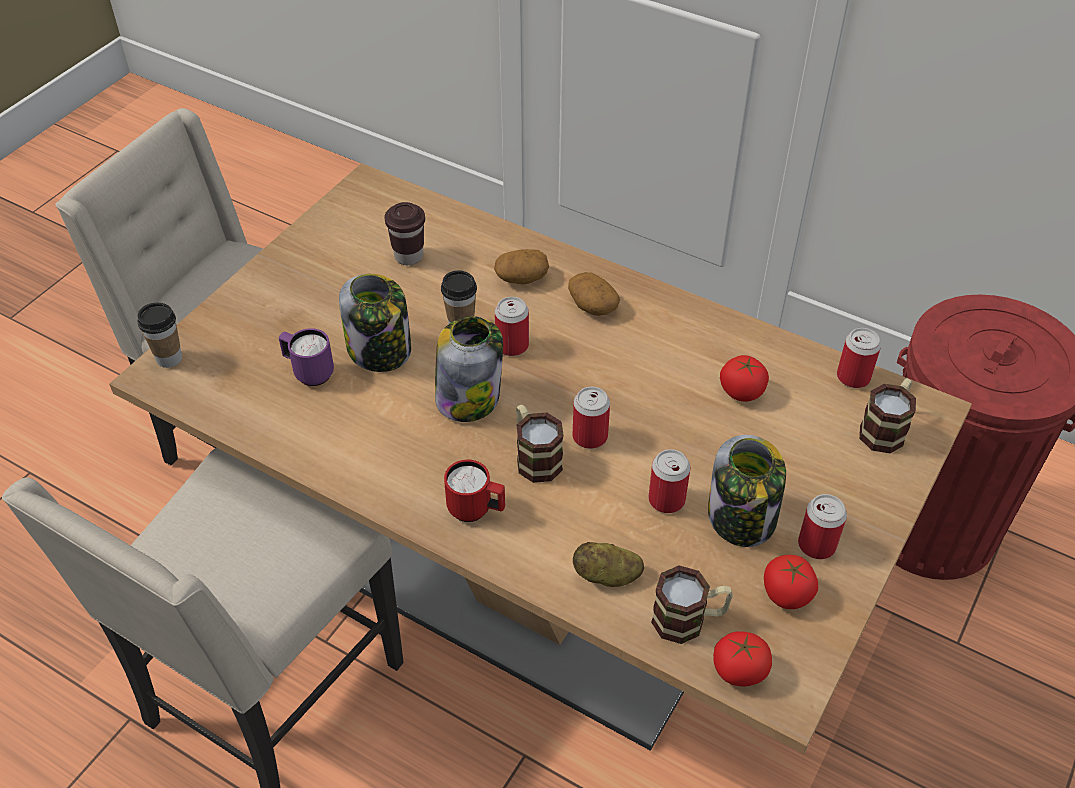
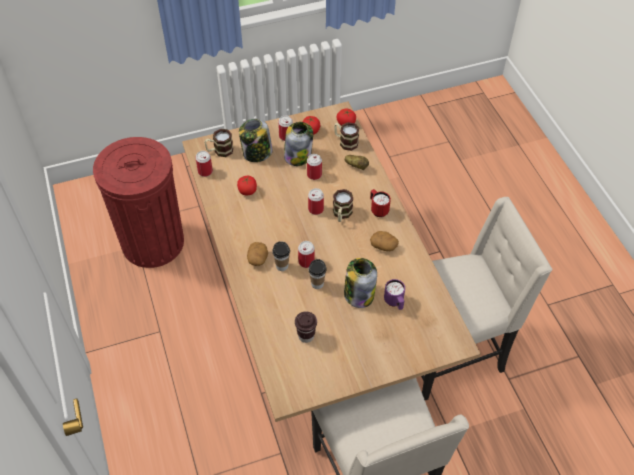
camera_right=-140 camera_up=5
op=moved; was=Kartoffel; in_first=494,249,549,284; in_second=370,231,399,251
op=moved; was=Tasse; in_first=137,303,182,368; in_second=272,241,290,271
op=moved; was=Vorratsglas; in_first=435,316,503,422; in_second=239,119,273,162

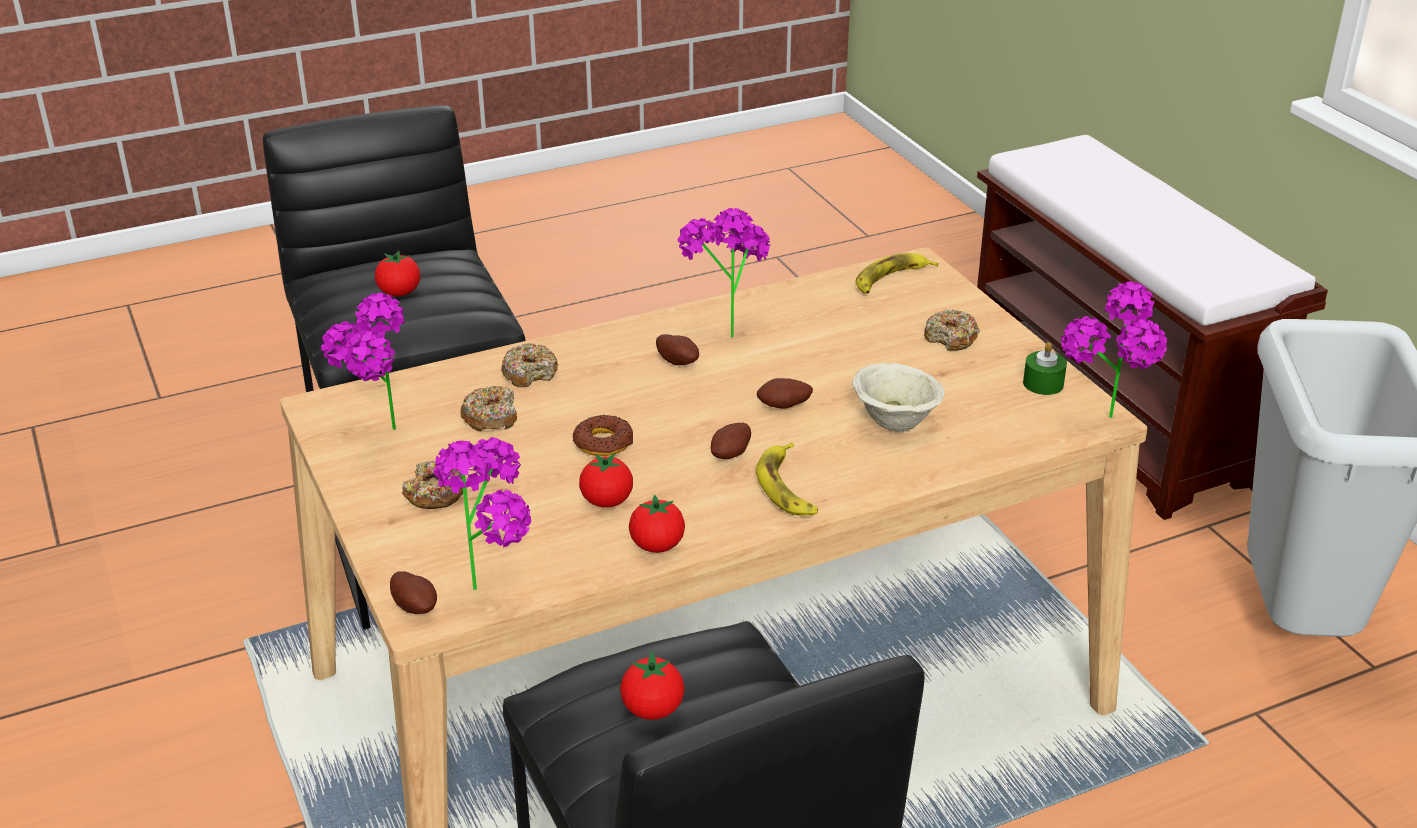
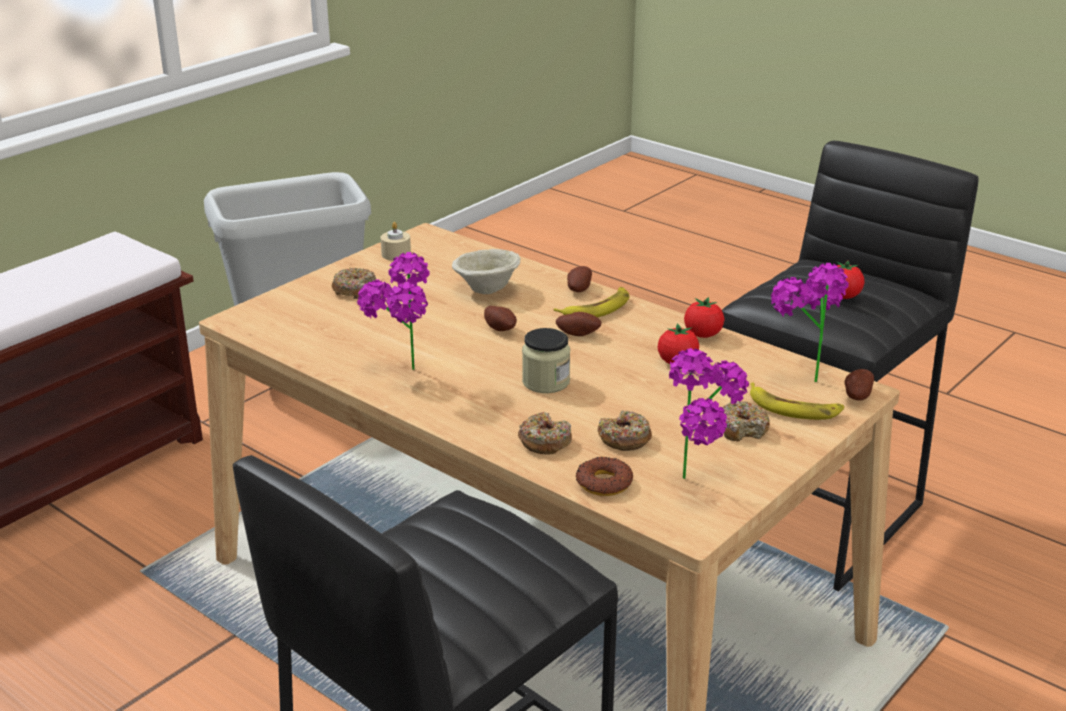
camera_right=-115 camera_up=-5
op=removed; was=Tomate; in_first=375,250,420,296
op=moved; was=Banane; in_first=856,253,939,294; in_second=750,383,844,420
op=removed; was=Topfpflanze; in_first=1061,281,1167,418
op=moved; was=Kartoffel; in_first=656,334,699,365; in_second=567,266,592,292
op=recoloured; was=Kerze (grün); now=Kerze (beige); in_first=1023,342,1067,395; in_second=381,222,411,261
op=moved; was=Donut; in_first=573,415,633,456; in_second=576,456,633,496
op=added; now=Vorratsglas; in_second=522,328,570,393

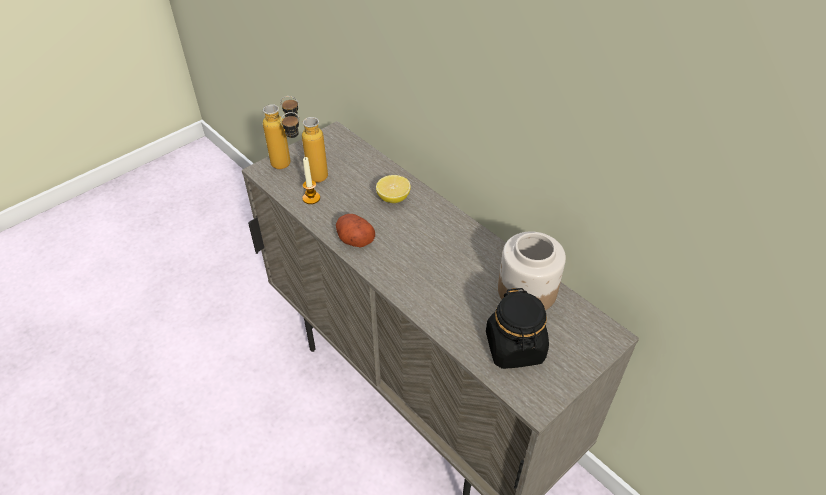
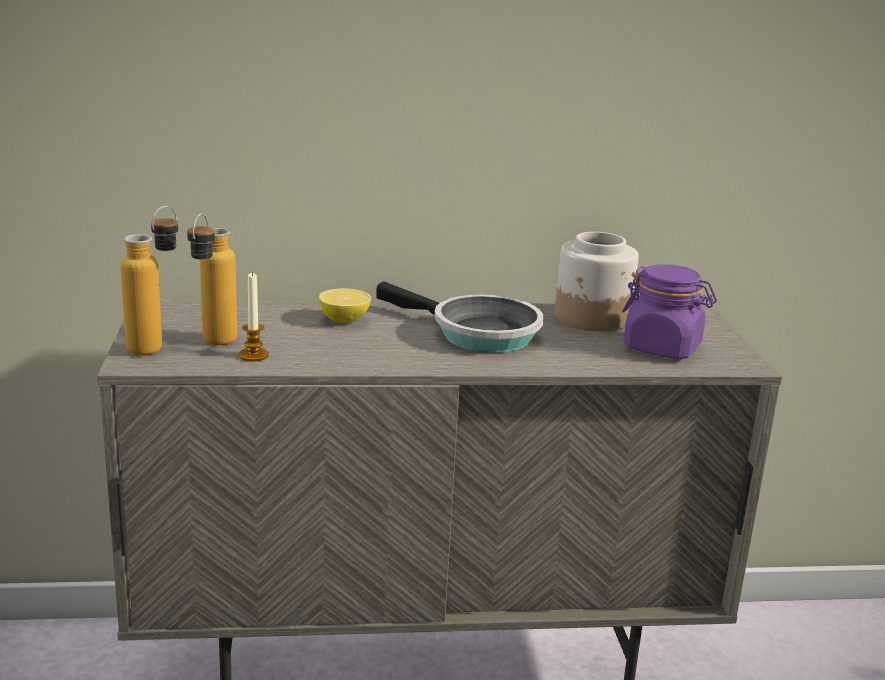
camera_right=-55 camera_up=-25
op=removed; was=Kartoffel; in_first=336,214,375,248
op=recoloured; was=Vorratsglas (schwarz); now=Vorratsglas (lila); in_first=486,288,549,369; in_second=622,264,717,359
op=added; now=Pfanne; in_second=376,281,544,353

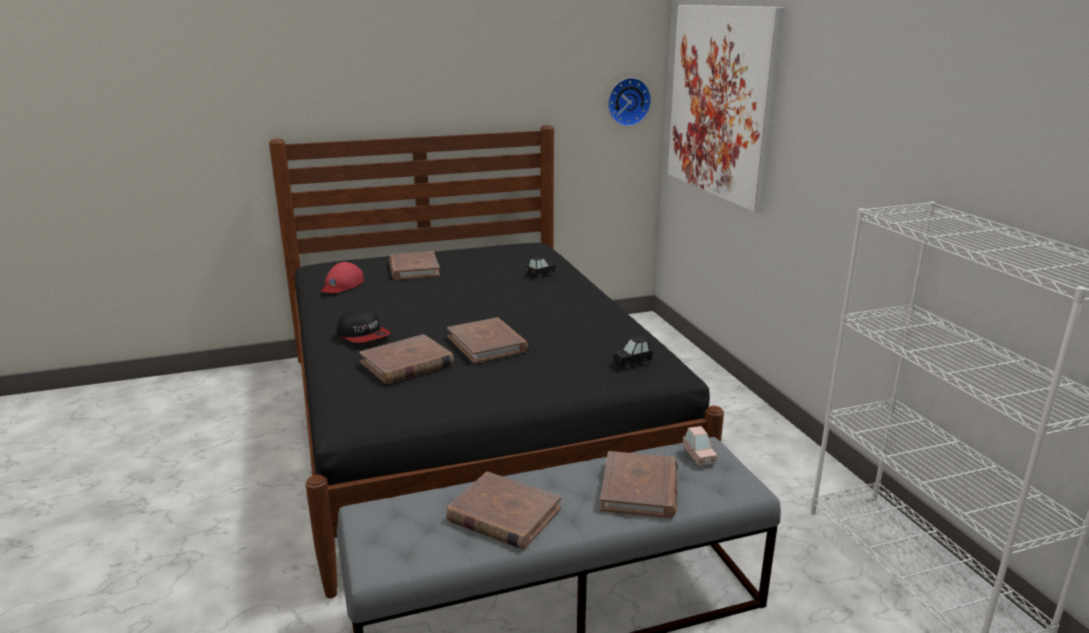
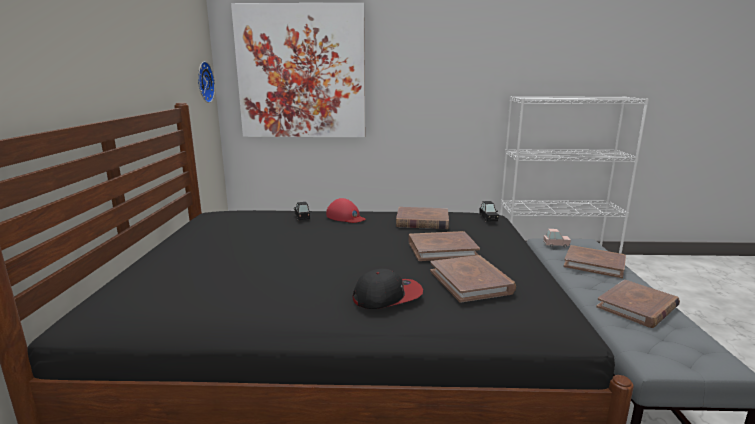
camera_right=-70 camera_up=-5
op=moved; was=Buch (braun); in_first=389,251,440,280; in_second=396,207,449,229
op=moved; was=Kappe (rot); in_first=321,262,364,293; in_second=326,198,366,223

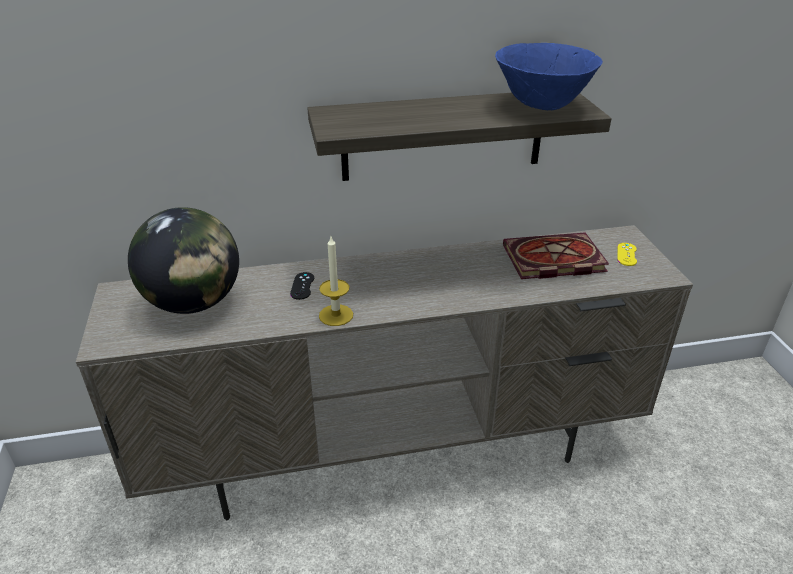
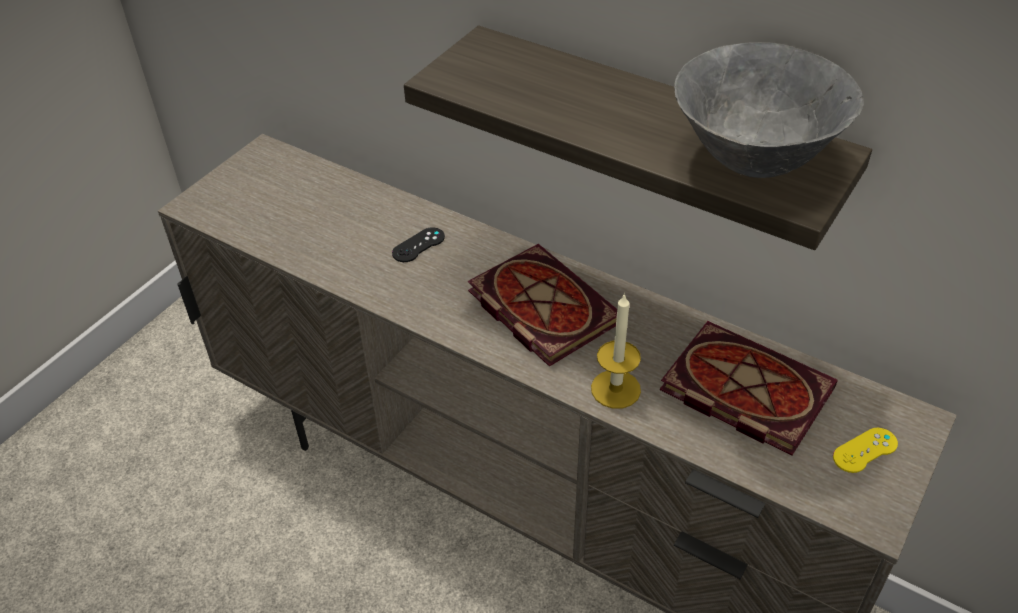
camera_right=45 camera_up=10
op=recoloured; was=Schüssel (blau); now=Schüssel (grau); in_first=495,43,603,110; in_second=674,42,864,178
op=removed; was=Globus; in_first=128,207,239,314
op=moved; was=Kerze; in_first=319,237,353,326; in_second=591,293,641,409
op=added; now=Buch; in_second=468,244,617,366

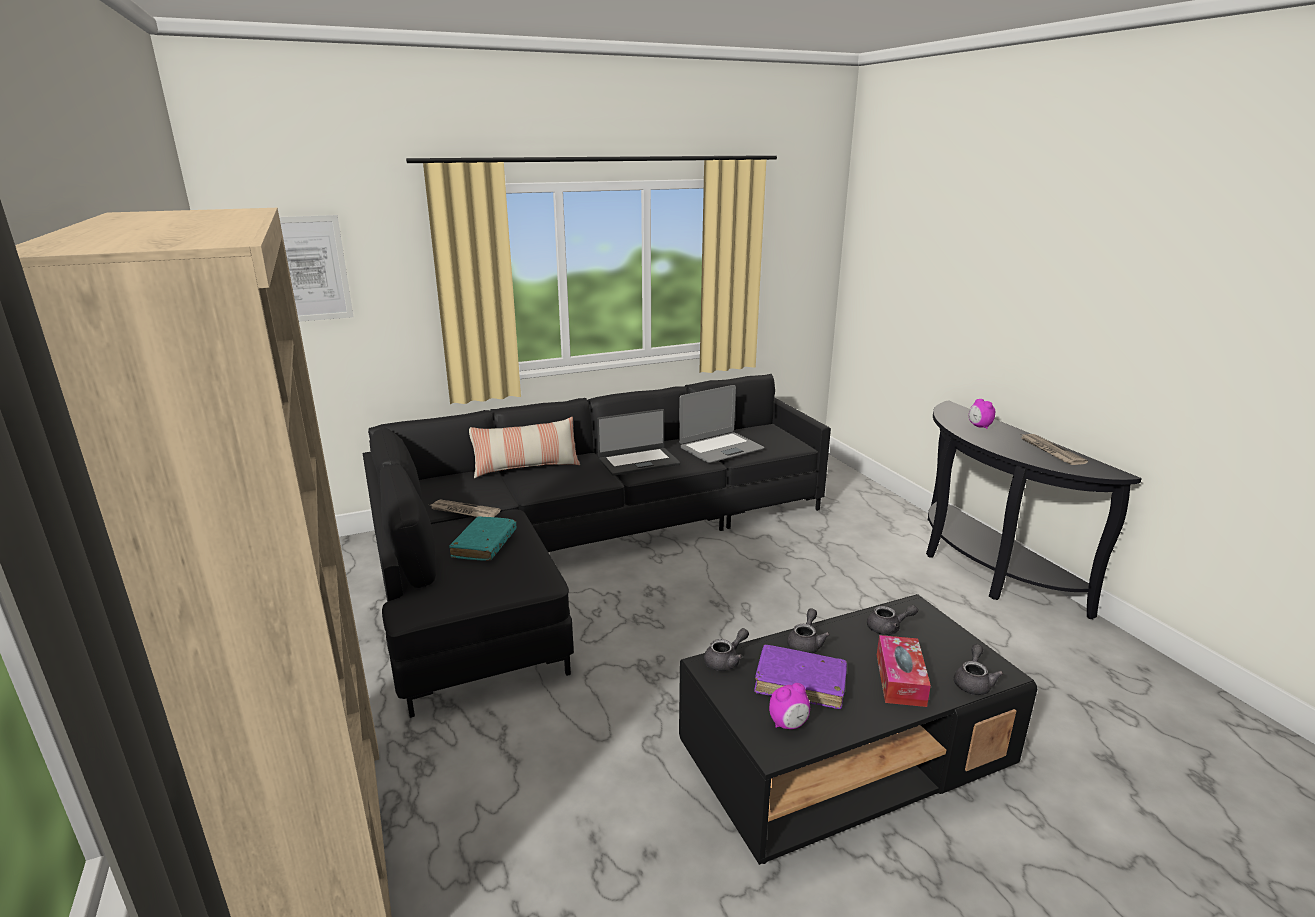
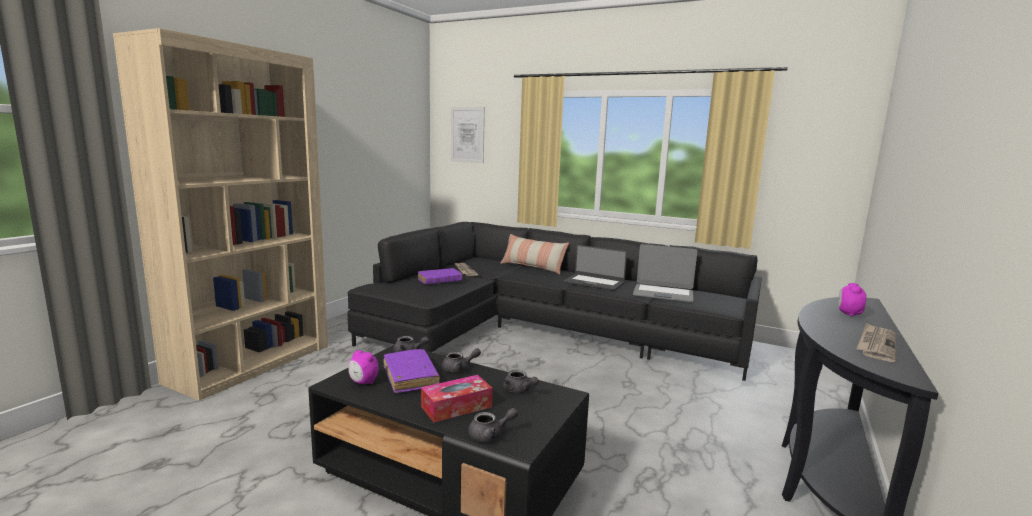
camera_right=50 camera_up=-10
op=recoloured; was=Buch (türkis); now=Buch (lila); in_first=449,516,516,561; in_second=418,268,462,285

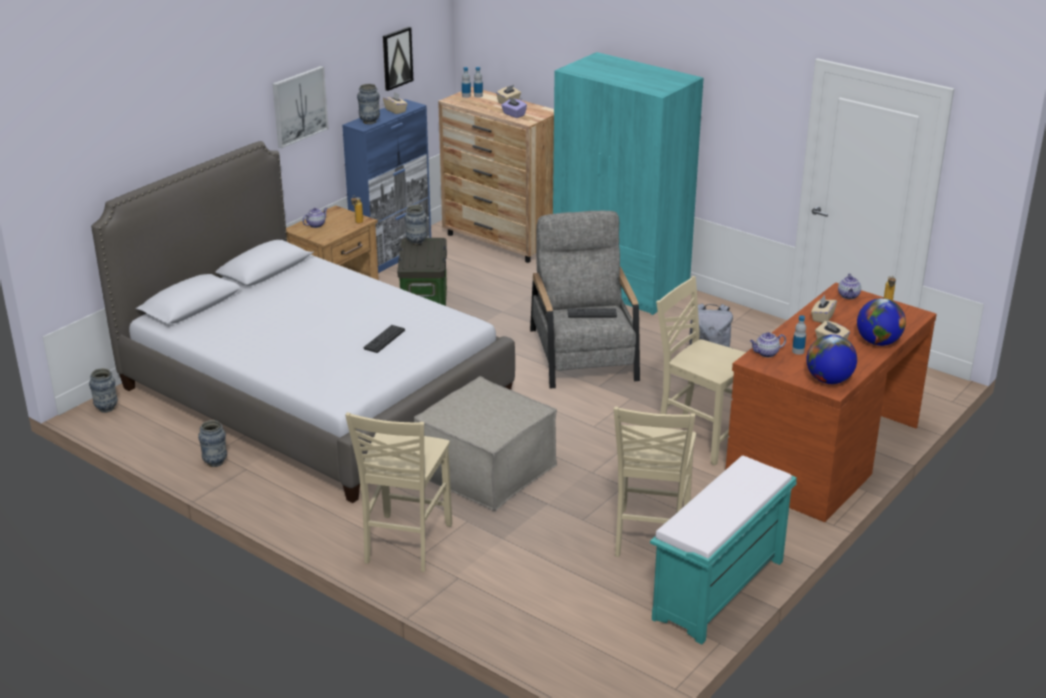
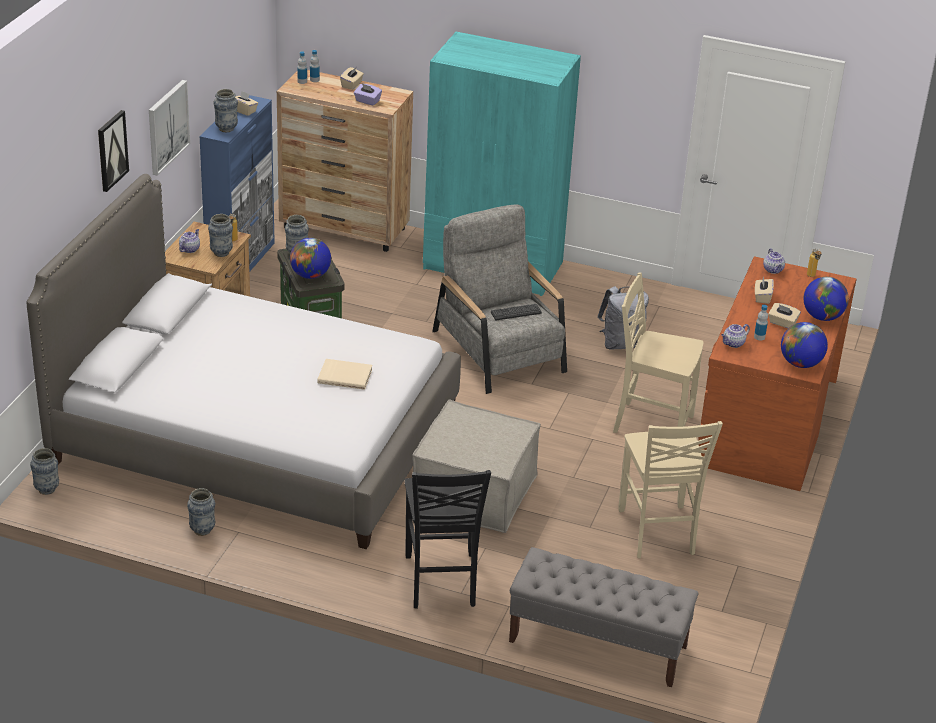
camera_right=-20 camera_up=5
op=moved; was=Bild; in_first=383,27,413,91; in_second=98,110,129,192
op=replaced; was=Tastatur; now=Buch (beige); in_first=364,325,405,353; in_second=317,359,372,390
op=recoloured; was=Stuhl (beige); now=Stuhl (schwarz); in_first=345,412,452,572; in_second=405,470,491,609
op=removed; was=Bank (türkis); in_first=650,456,797,644
op=added; now=Vase; in_second=208,214,233,257
op=added; now=Globus; in_second=290,238,331,279
op=added; now=Bank (grau); in_second=509,547,699,687

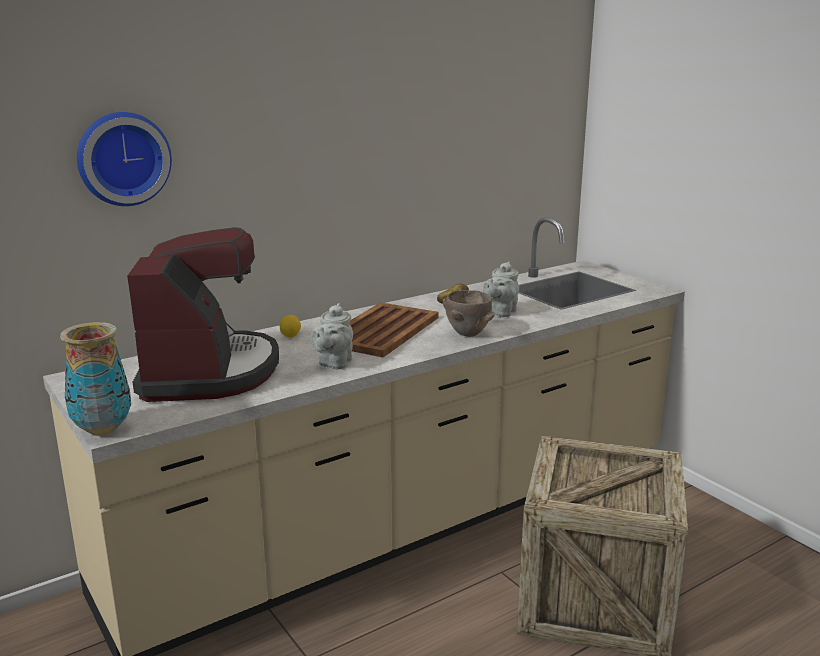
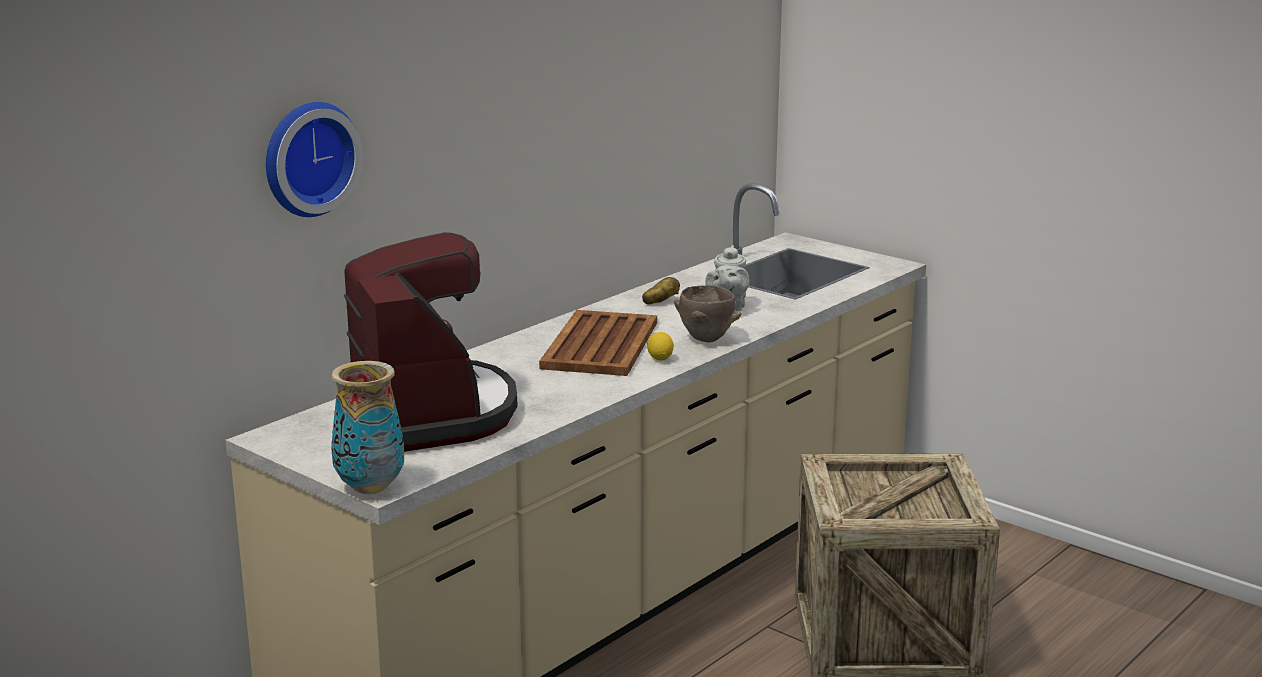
camera_right=-15 camera_up=0
op=removed; was=Teekanne (grau); in_first=311,303,353,370
op=moved; was=Zitrone; in_first=280,315,301,337; in_second=647,332,674,361

